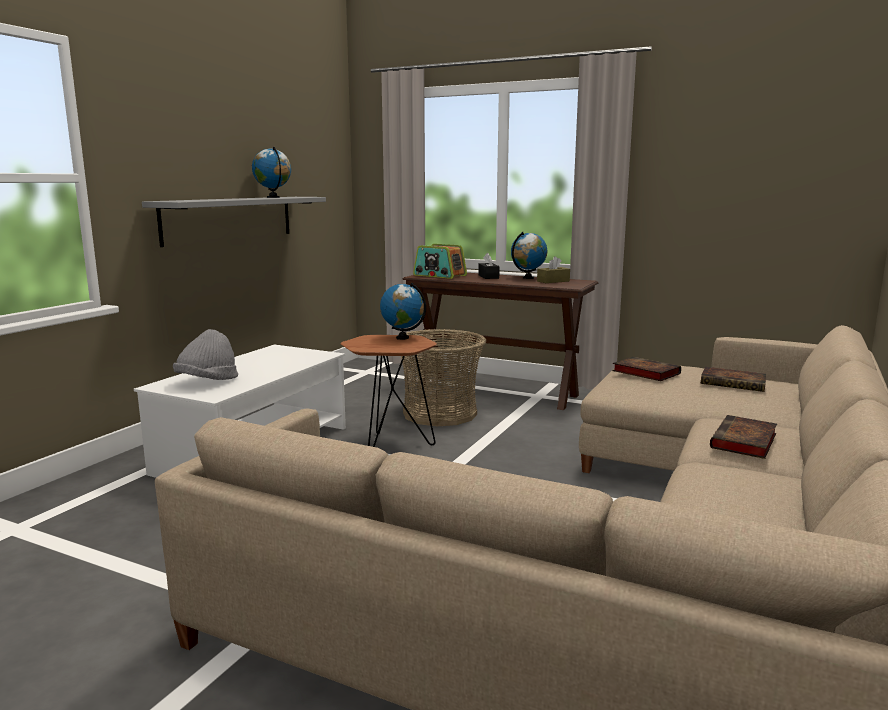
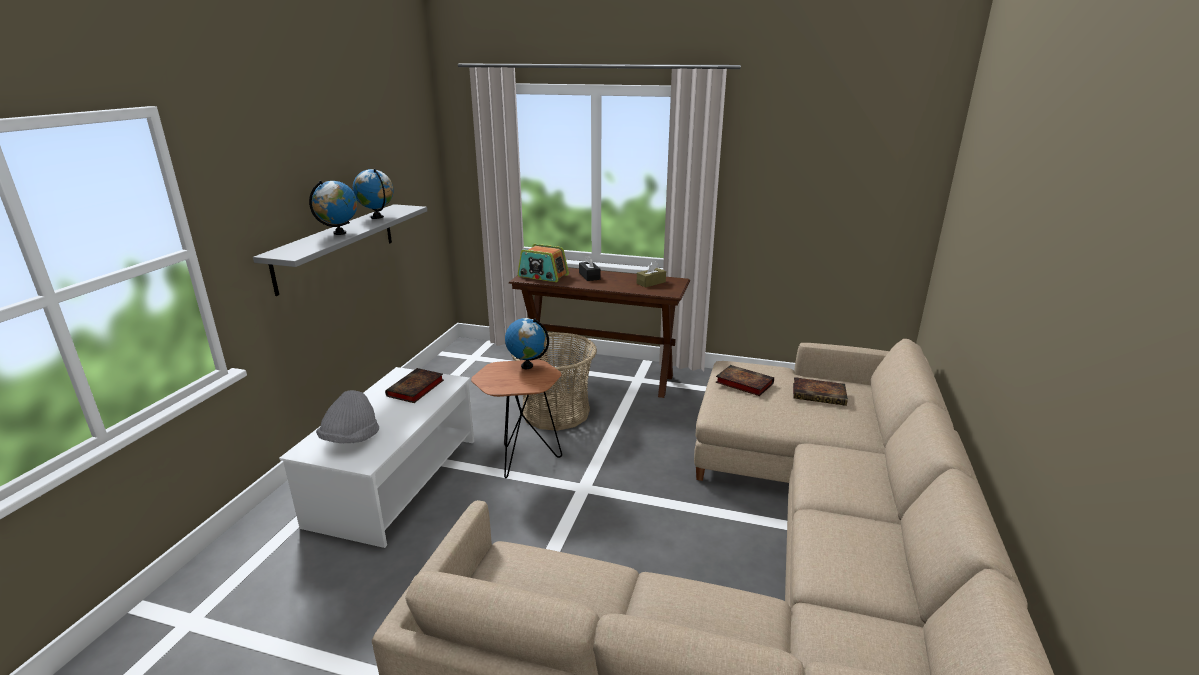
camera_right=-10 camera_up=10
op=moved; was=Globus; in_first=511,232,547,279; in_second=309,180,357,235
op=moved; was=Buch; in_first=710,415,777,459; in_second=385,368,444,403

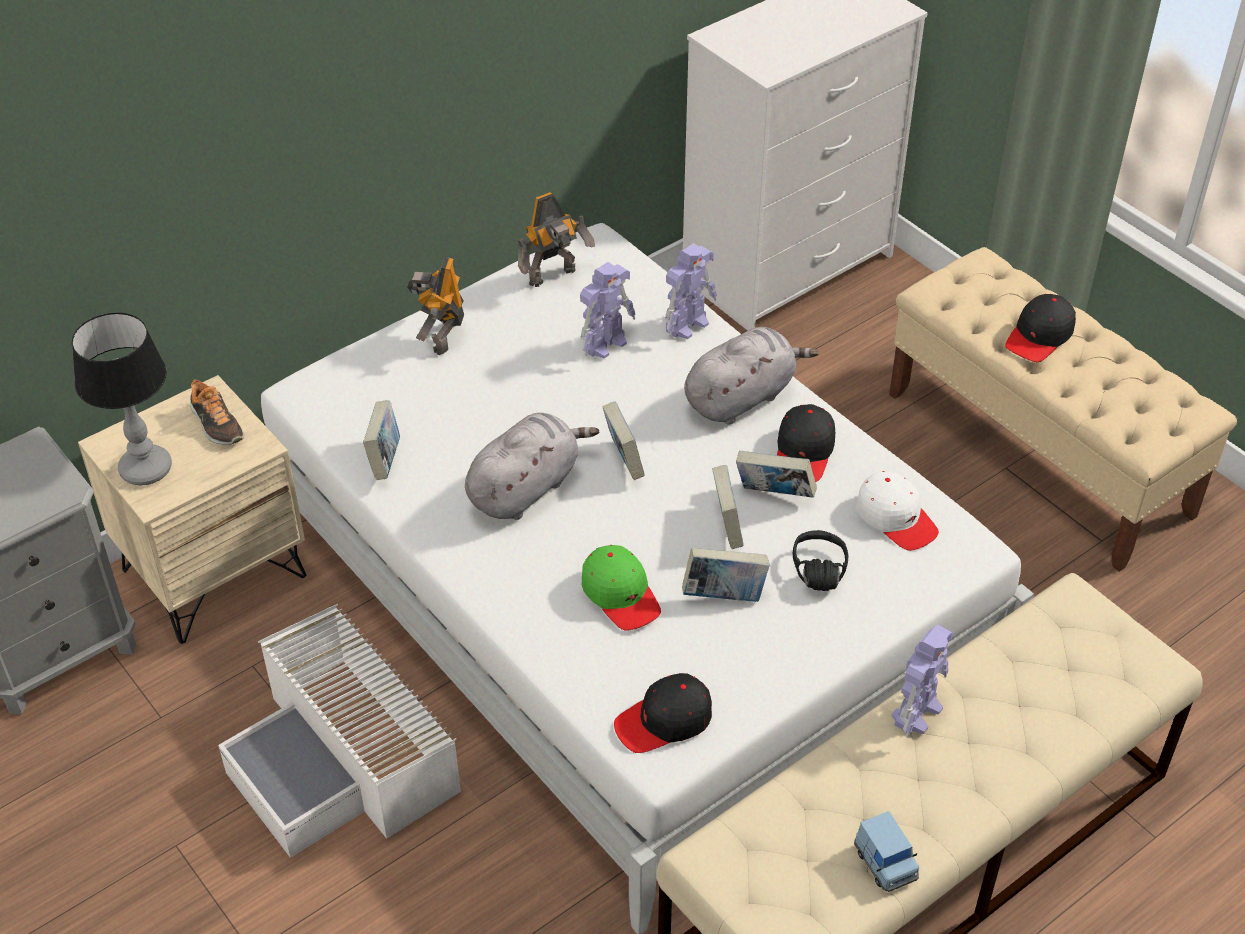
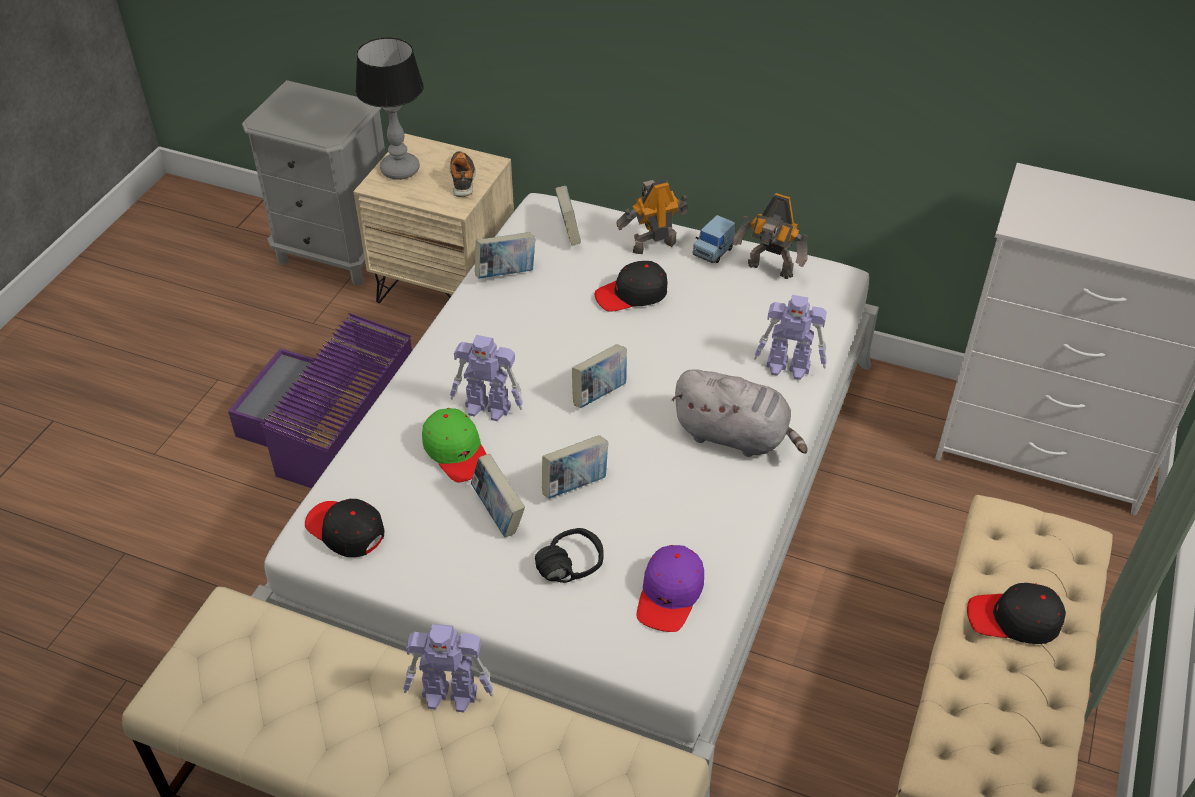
camera_right=60 camera_up=0
op=moved; was=Spielzeugroboter; in_first=580,262,636,358; in_second=450,335,523,421
op=turned; was=Schuh; in_first=190,379,245,445; in_second=450,151,476,197; clockwise=150
op=moved; was=Kappe (schwarz); in_first=777,404,835,482; in_second=595,261,668,312
op=removed; was=Plüschtier (grau); in_first=465,412,599,520
op=moved; was=Buch; in_first=736,451,817,498; in_second=555,186,581,246
op=recoloured; was=Kappe (weiß); now=Kappe (lila); in_first=856,471,939,551; in_second=637,545,704,632
op=turned; was=Kappe (grün); in_first=582,545,661,631; in_second=422,408,487,482; clockwise=-60
op=recoloured; was=Aufbewahrungsbox (weiß); now=Aufbewahrungsbox (lila); in_first=218,604,461,858; in_second=228,313,412,488
op=moved; was=Spielzeugauto (blau); in_first=854,811,919,892; in_second=692,215,736,263

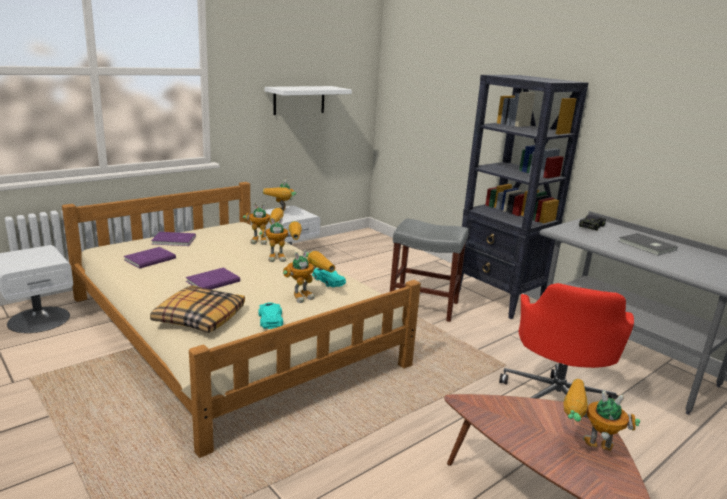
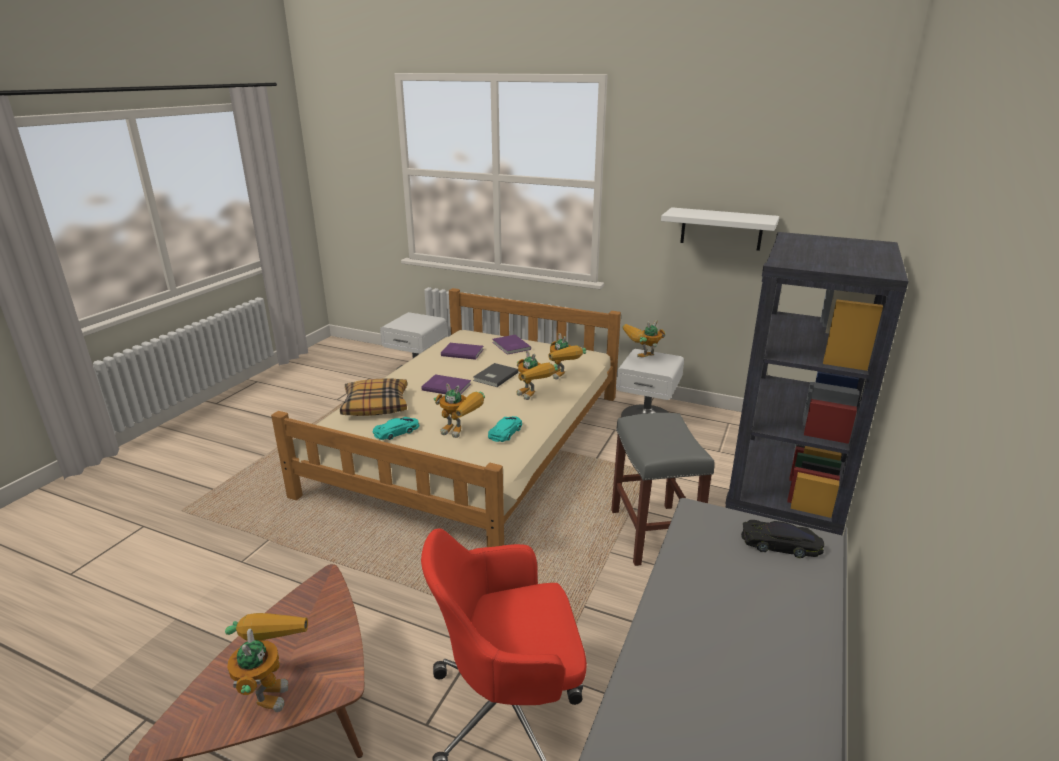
camera_right=65 camera_up=5
op=moved; was=Buch (grau); in_first=618,233,677,256; in_second=473,363,519,387

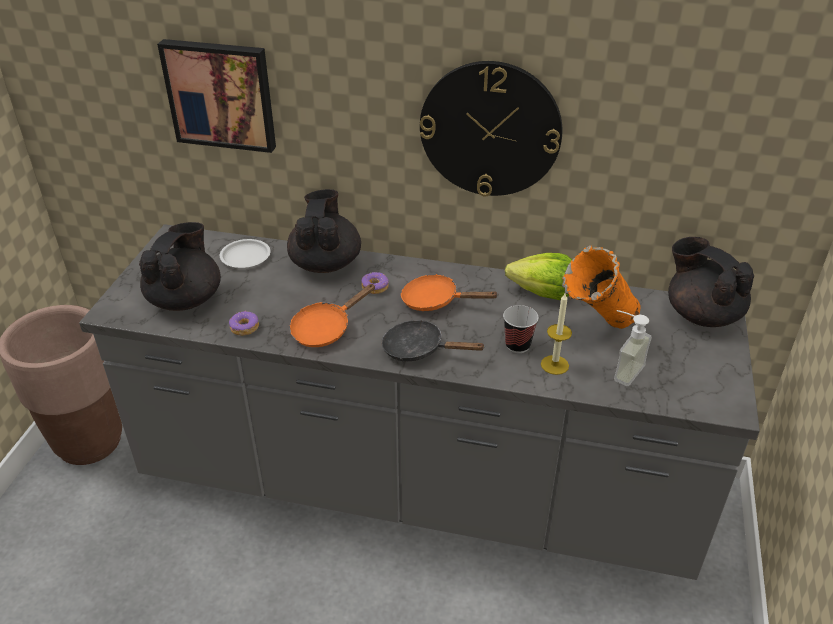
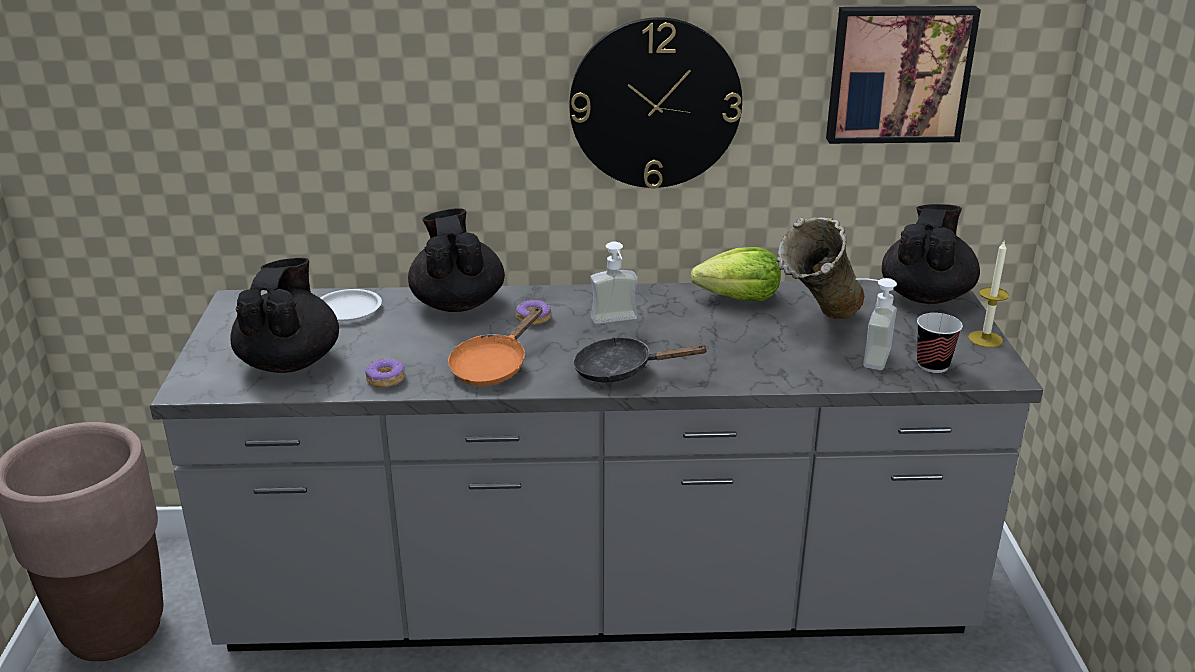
camera_right=-15 camera_up=-10
op=moved; was=Bild; in_first=157,39,276,153; in_second=826,6,981,144
op=turned; was=Teekanne (schwarz); in_first=668,237,754,327; in_second=882,204,980,304; clockwise=75
op=recoloured; was=Vase (orange); now=Vase (beige); in_first=562,245,641,329; in_second=776,217,864,319
op=replaced; was=Pfanne (orange); now=Seifenspender; in_first=401,274,499,311; in_second=590,242,638,324
op=moved; was=Kerze; in_first=541,293,572,375; in_second=968,241,1009,348
op=moved; was=Tasse; in_first=503,305,539,353; in_second=917,313,963,373

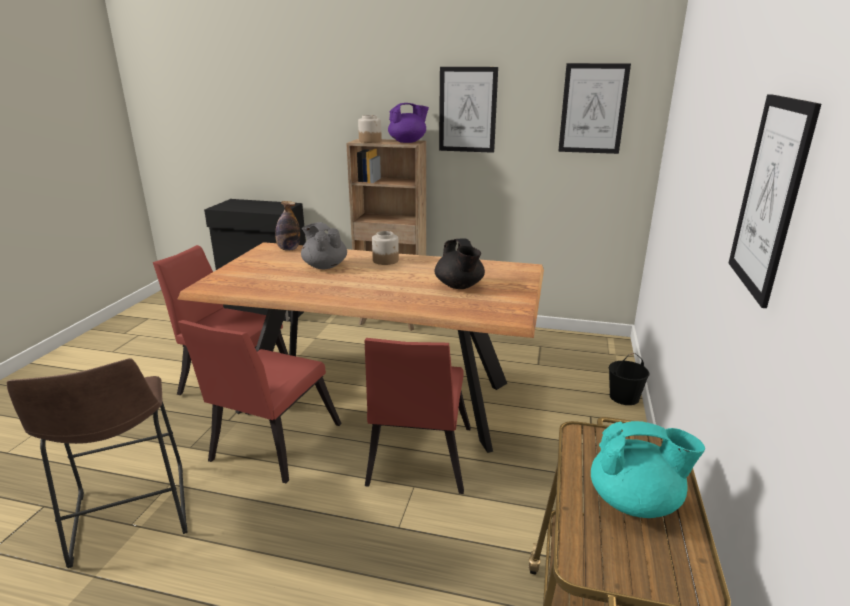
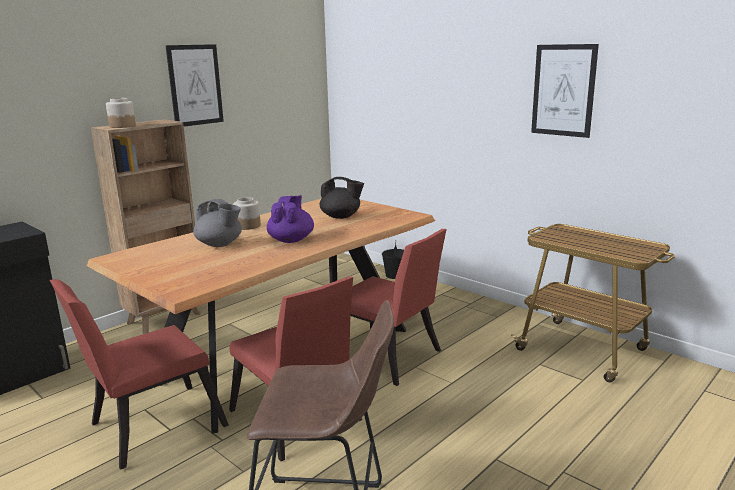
camera_right=-60 camera_up=-5
op=removed; was=Bild; in_first=558,63,631,154
op=moved; was=Teekanne (lila); in_first=388,103,429,143; in_second=267,195,314,243
op=removed; was=Flasche; in_first=275,201,300,251
op=turned; was=Teekanne (grau); in_first=301,222,347,269; in_second=193,199,242,247; clockwise=-135
op=removed; was=Teekanne (türkis); in_first=591,421,705,518

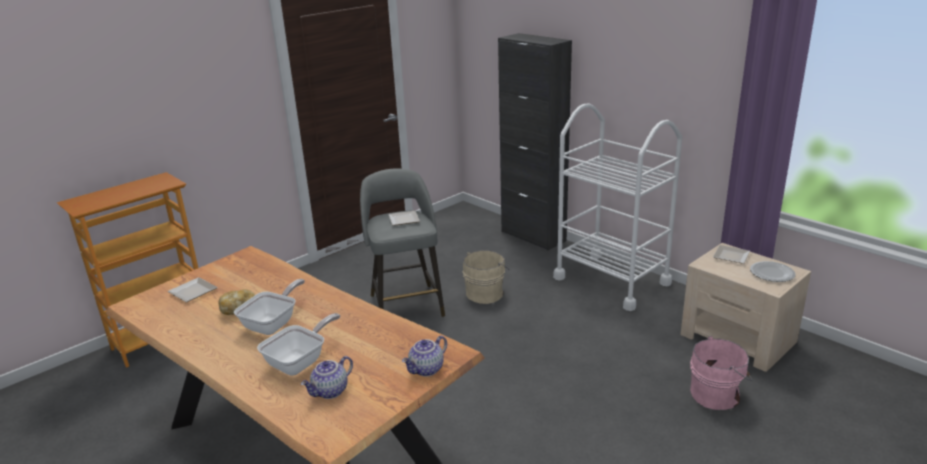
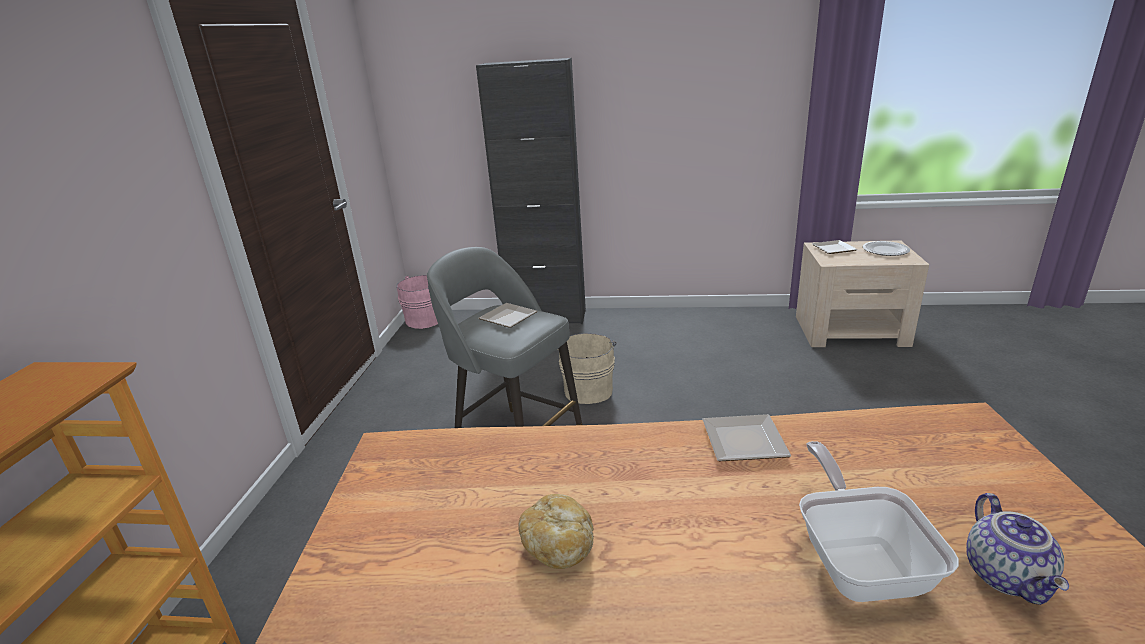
camera_right=-40 camera_up=0
op=removed; was=Rollwagen (weiß); in_first=553,103,682,311
op=moved; was=Teller; in_first=167,277,218,303; in_second=702,414,791,461
op=removed; was=Pfanne; in_first=234,279,305,335
op=removed; was=Teekanne; in_first=402,336,447,376
op=moved; was=Eimer (rosa); in_first=690,336,752,410; in_second=397,275,438,329

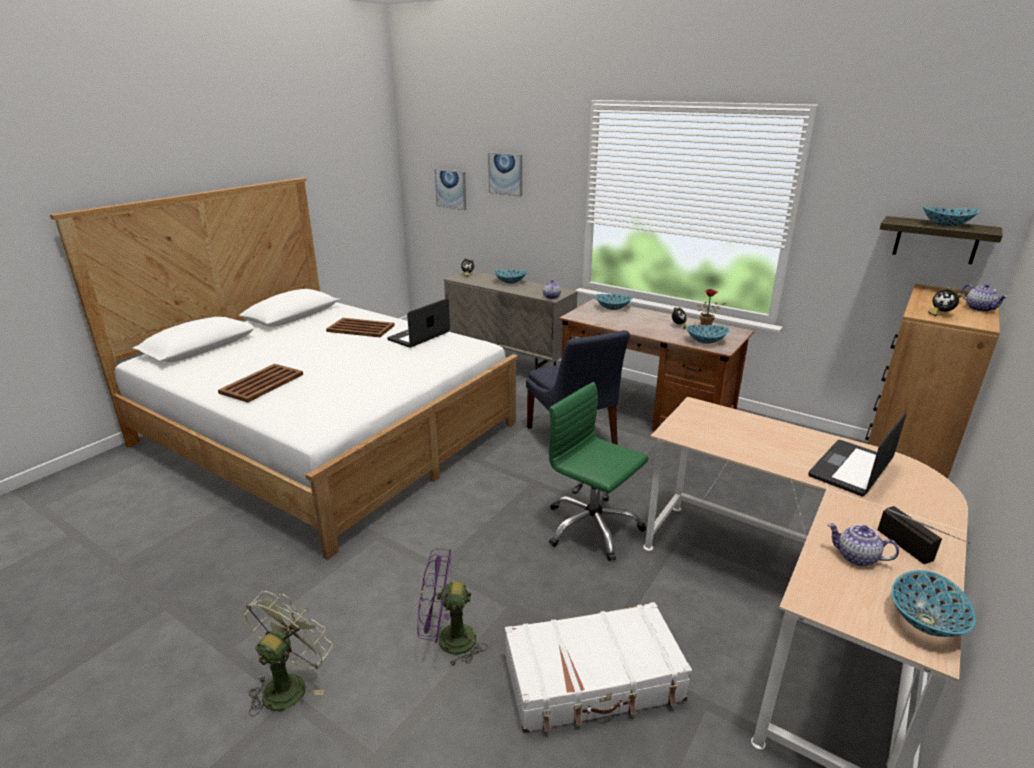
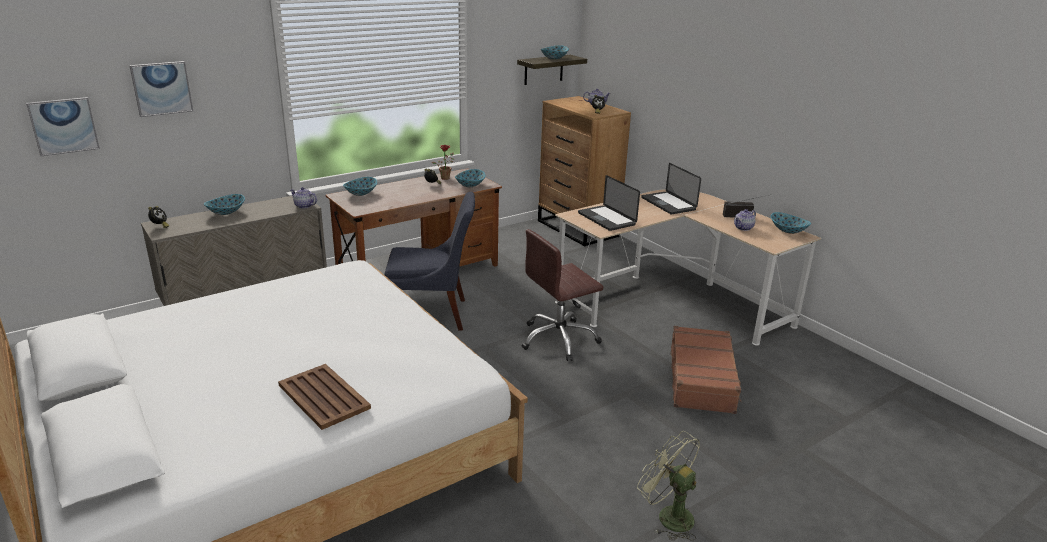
camera_right=-70 camera_up=0
op=moved; was=Laptop; in_first=387,298,450,348; in_second=578,175,640,231
op=removed; was=Tablett (braun); in_first=326,318,395,337
op=recoloured; was=Bürostuhl (grün); now=Bürostuhl (braun); in_first=549,382,648,561; in_second=522,229,603,361
op=removed; was=Ventilator (lila); in_first=417,549,488,667
op=recoloured; was=Koffer (weiß); now=Koffer (braun); in_first=505,602,692,733; in_second=670,326,742,414

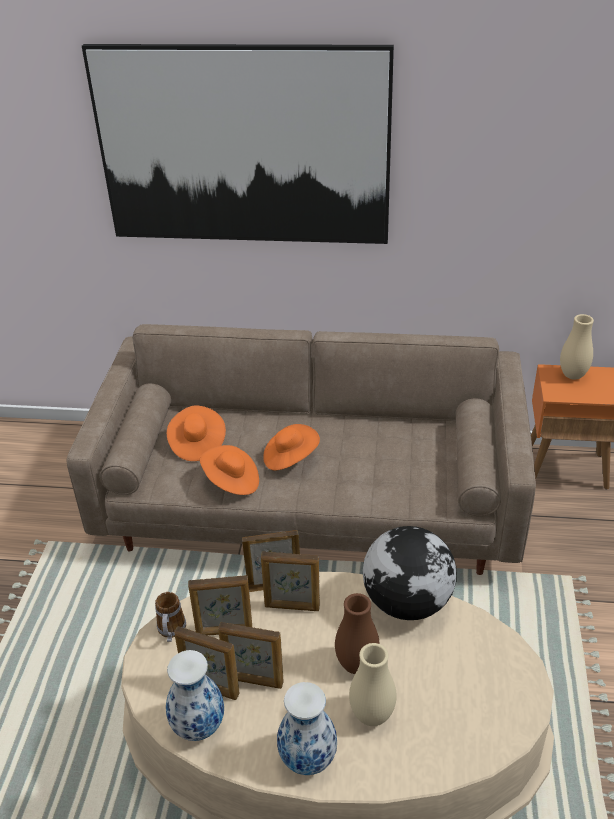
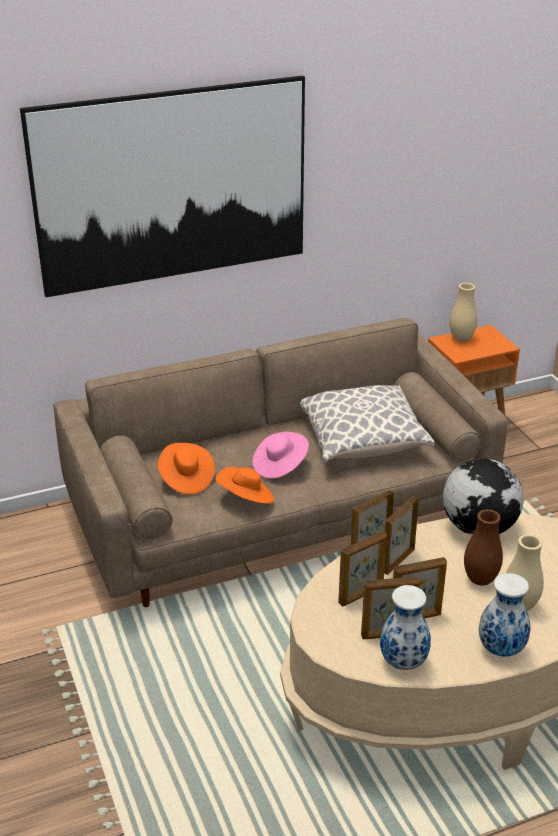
camera_right=-30 camera_up=-5
op=recoloured; was=Hut (orange); now=Hut (rosa); in_first=263,424,320,471; in_second=253,432,309,479
op=turned; was=Bilderrahmen; in_first=261,551,320,611; in_second=384,496,419,575; clockwise=150
op=removed; was=Henkelbecher; in_first=155,592,186,642
op=added; now=Kissen; in_second=300,385,435,463

